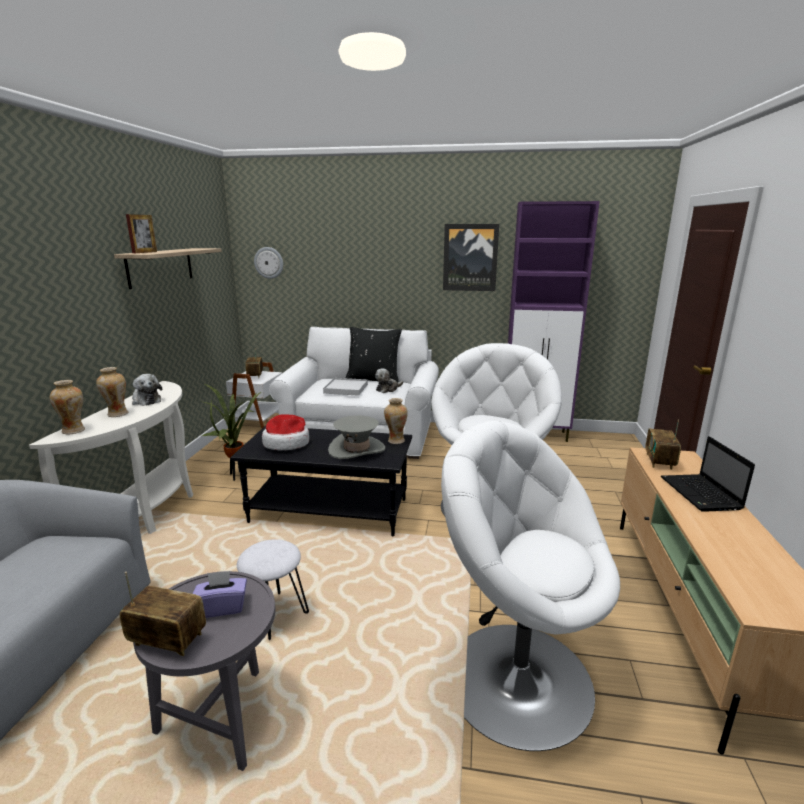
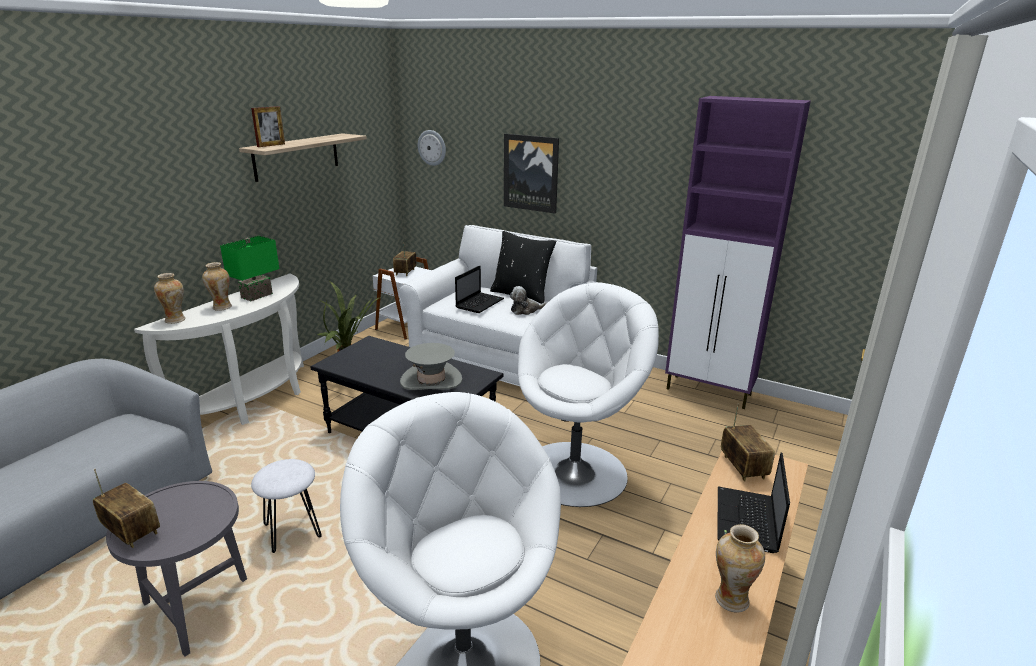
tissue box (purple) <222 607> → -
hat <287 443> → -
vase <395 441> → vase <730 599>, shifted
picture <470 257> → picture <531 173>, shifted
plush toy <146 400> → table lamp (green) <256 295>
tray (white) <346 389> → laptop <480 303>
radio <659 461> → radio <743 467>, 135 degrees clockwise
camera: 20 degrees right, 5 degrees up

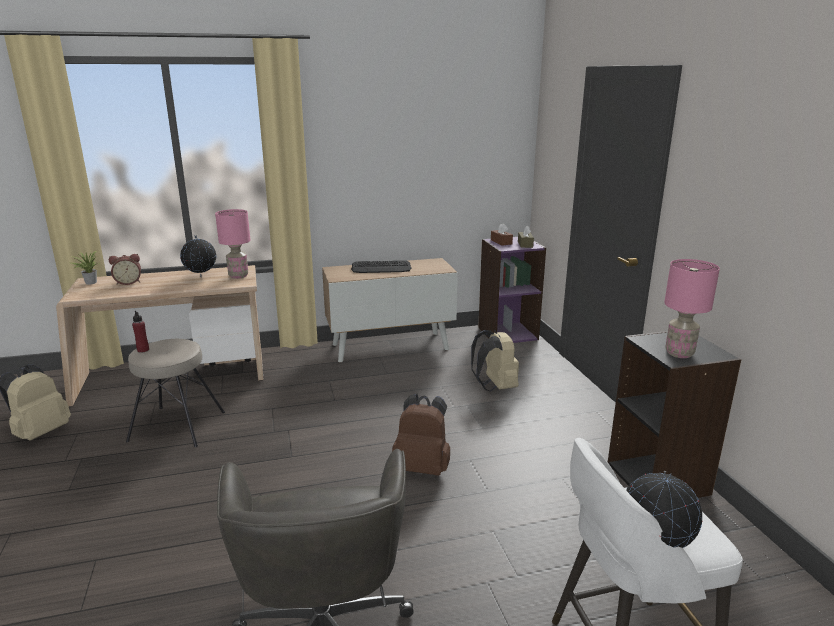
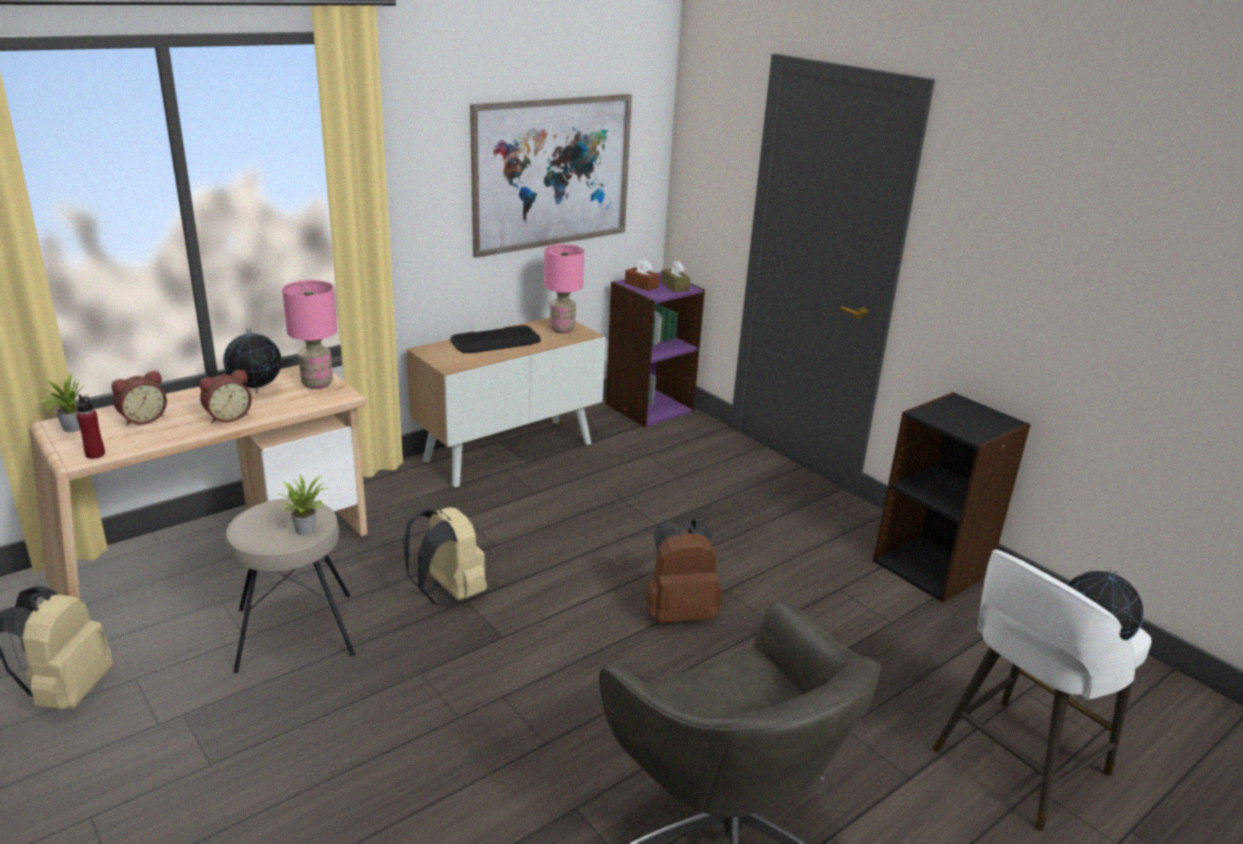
- → alarm clock <228 417>
- → potted plant <306 529>
- → picture <553 173>
bottle (red) <143 350> → bottle (red) <95 454>, shifted
backpack (beige) <495 387> → backpack (beige) <448 594>, shifted
table lamp (pink) <678 353> → table lamp (pink) <562 329>, shifted
camera: 25 degrees left, 5 degrees up

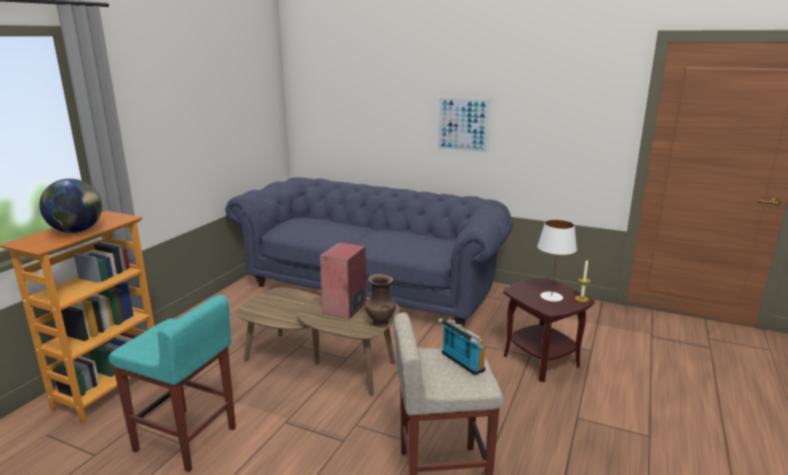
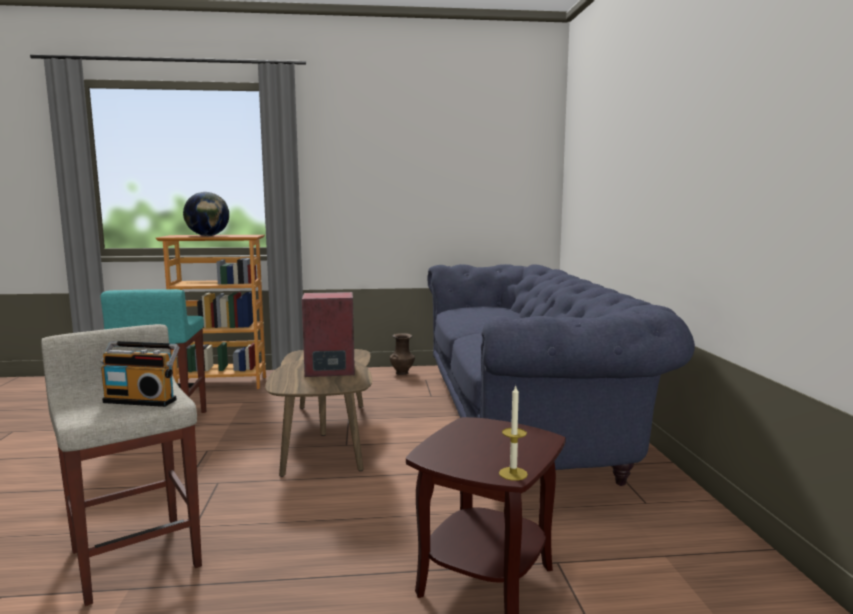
picture <463 124> → -
table lamp (white) <551 296> → -
vase (brown) <380 323> → vase (brown) <402 373>, shifted
radio <460 362> → radio <142 400>, 75 degrees clockwise
camera: 60 degrees right, 10 degrees down

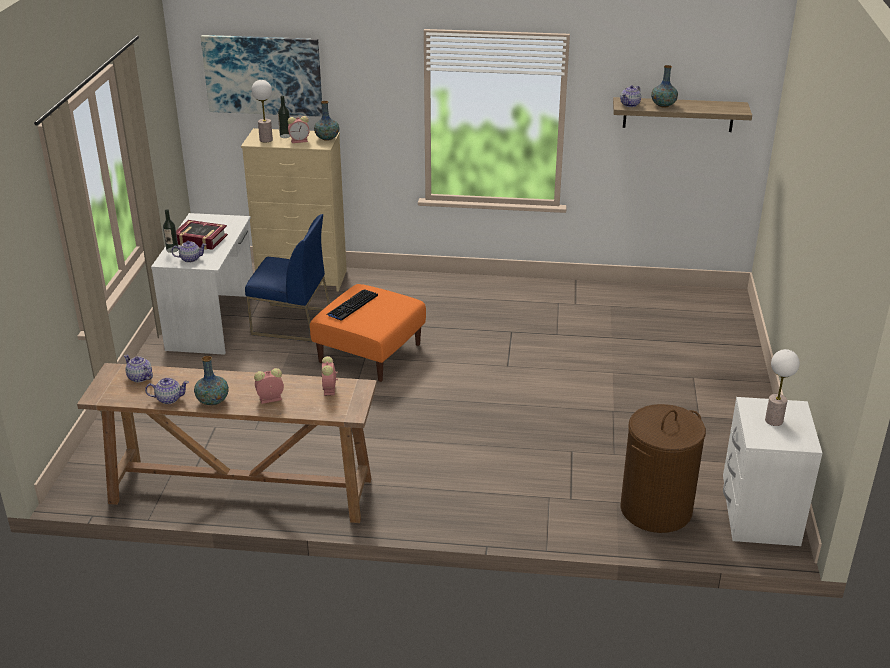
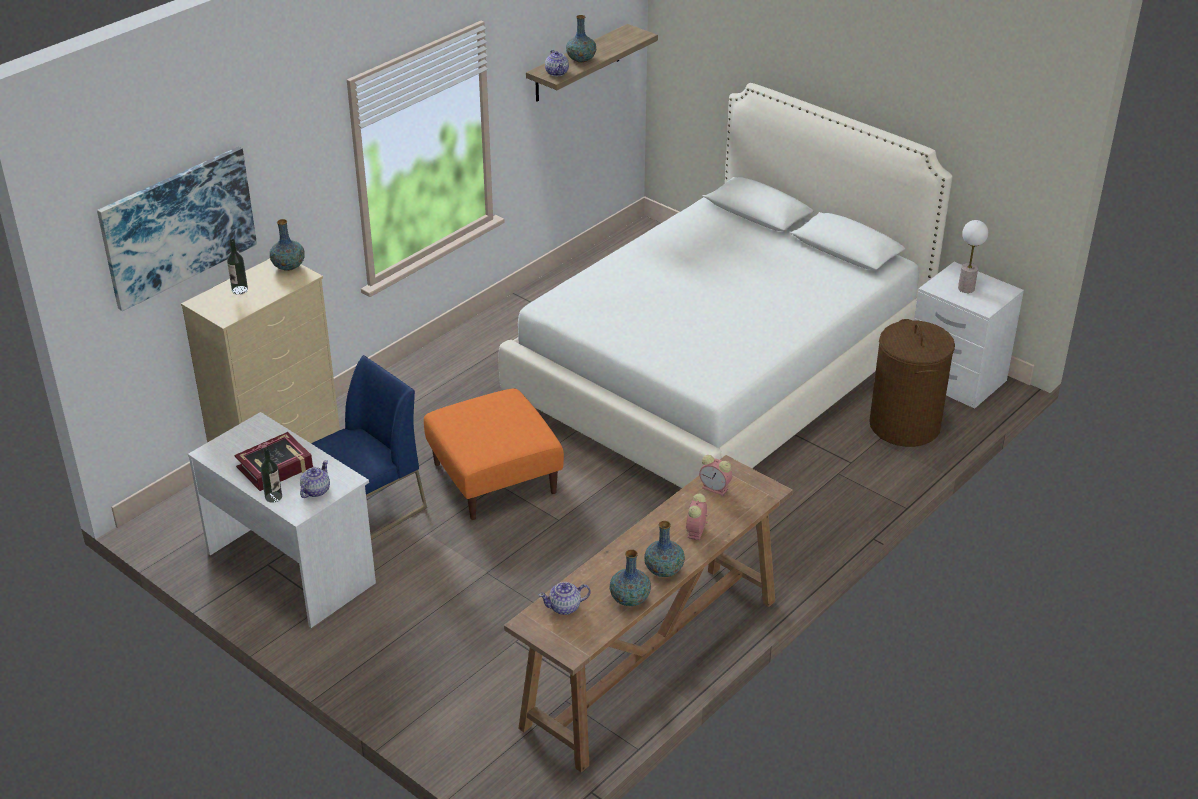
table lamp <266 140> → -
alarm clock <300 141> → -
keyboard <352 305> → -
- → bed (white) <720 375>
teapot <168 399> → vase <629 599>
camera: 55 degrees left, 5 degrees up

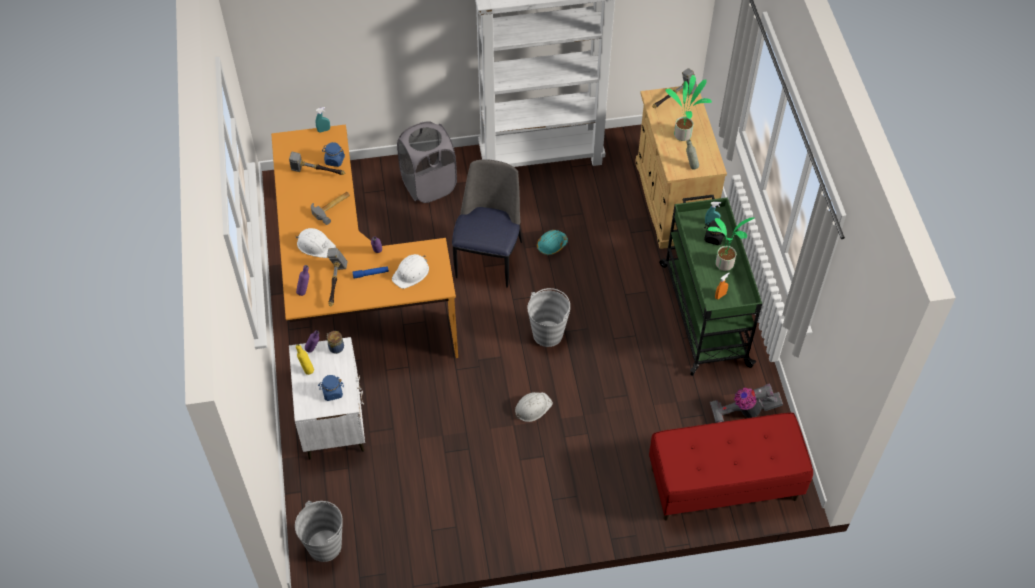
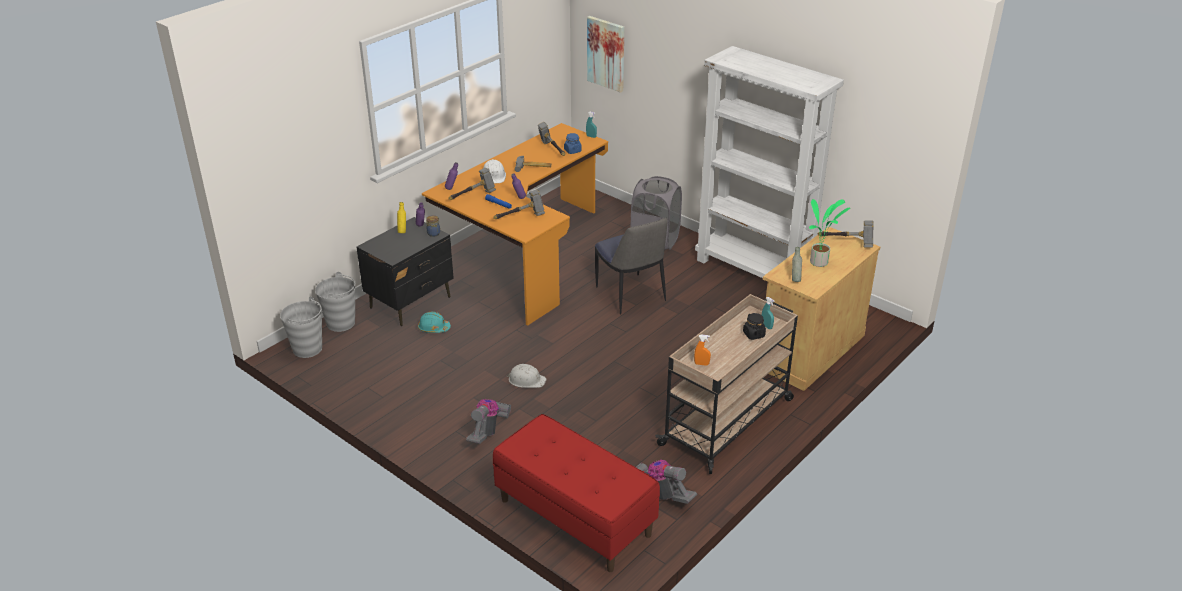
jar (blue) <332 392> → -
potted plant <723 265> → -
- → vacuum cleaner <488 430>
- → picture <606 53>
bucket (grey) <548 334> → bucket (grey) <341 323>, shifted
hard hat (turquoise) <551 245> → hard hat (turquoise) <433 328>, shifted
hard hat (white) <411 273> → hammer <520 217>
nightstand (white) <334 421> → nightstand (black) <411 302>
cart (green) <704 313> → cart (beige) <728 421>
chair <489 257> → chair <631 295>, 90 degrees clockwise
camera: 50 degrees right, 20 degrees down

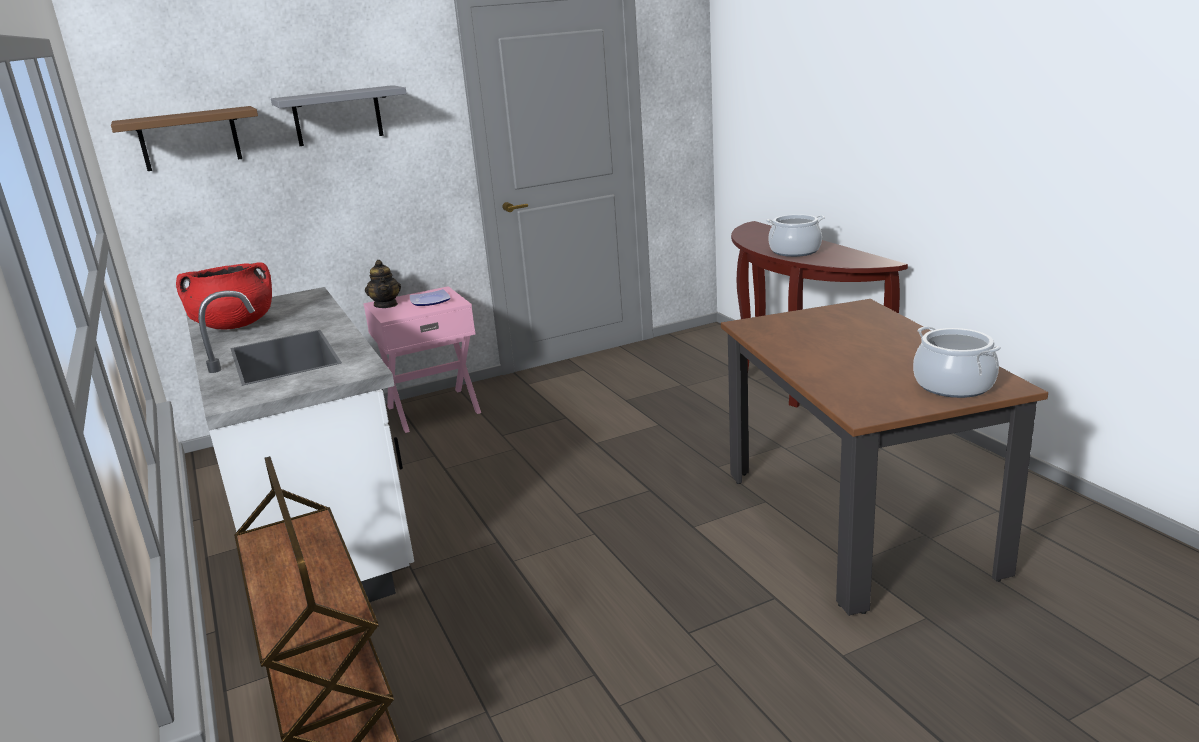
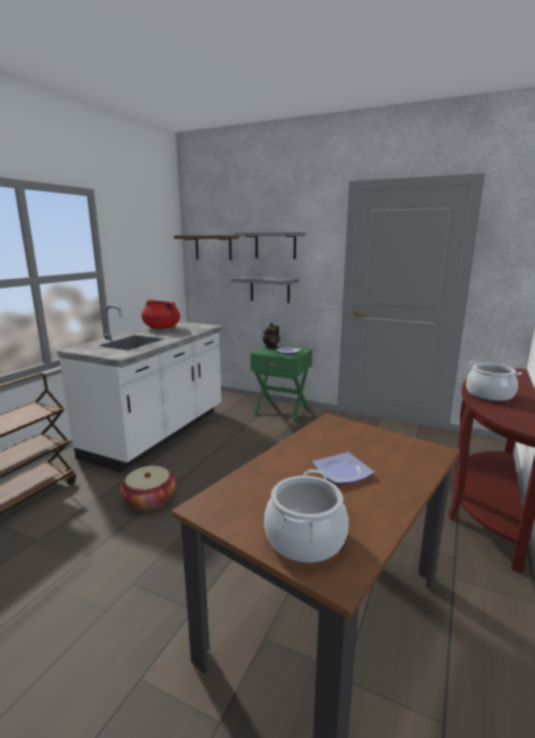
- → basket <149 499>
- → shelf (grey) <270 289>
- → plate <343 472>
nightstand (pink) <433 409> → nightstand (green) <281 410>
camera: 50 degrees right, 5 degrees down

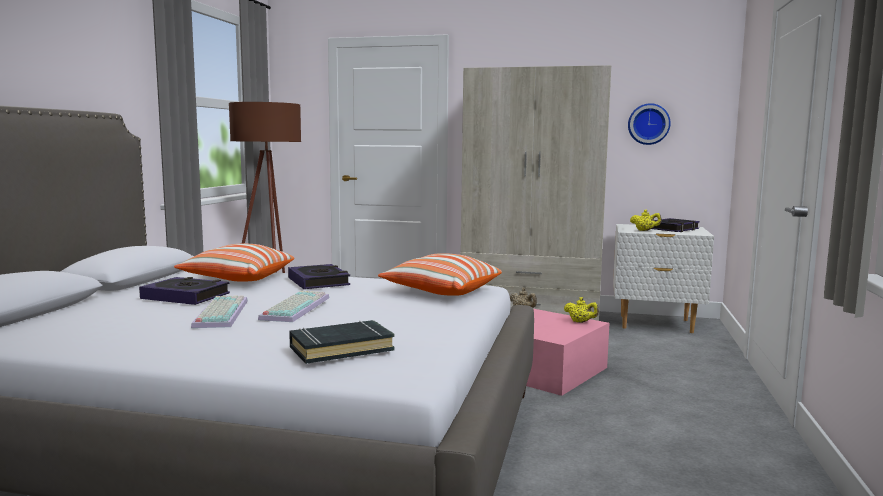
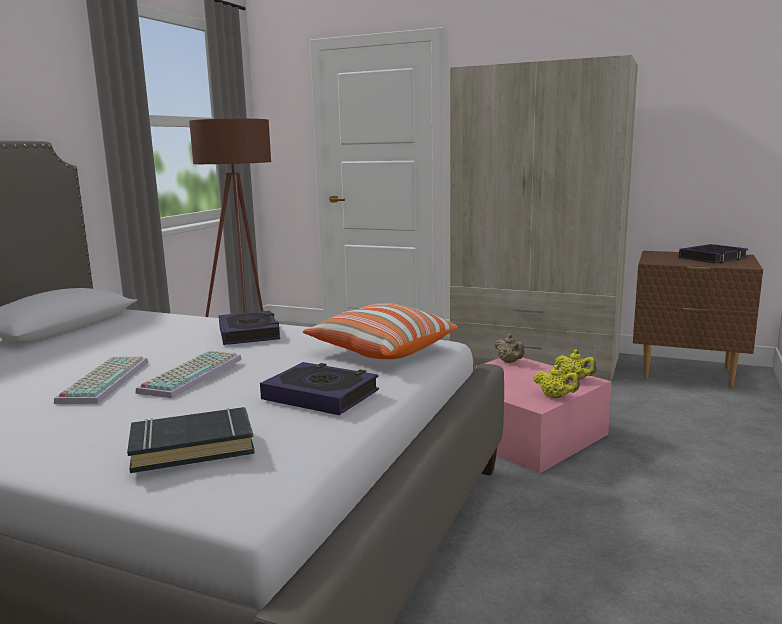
pillow <237 279> → -
wall clock <648 124> → -
book <186 296> → book <321 395>, shifted
teapot (yellow) <645 230> → teapot (yellow) <555 397>, shifted
nightstand (white) <655 324> → nightstand (brown) <687 373>
camera: 10 degrees right, 5 degrees up

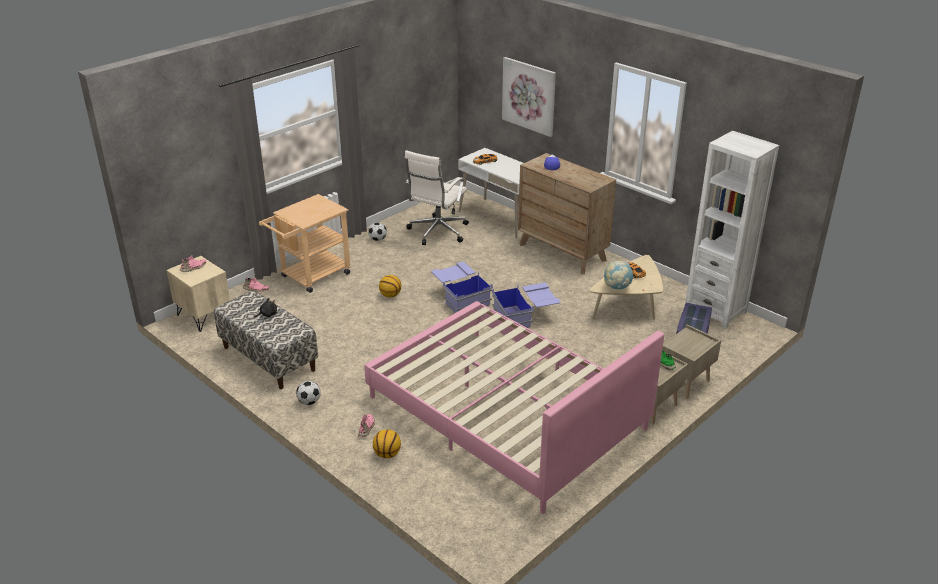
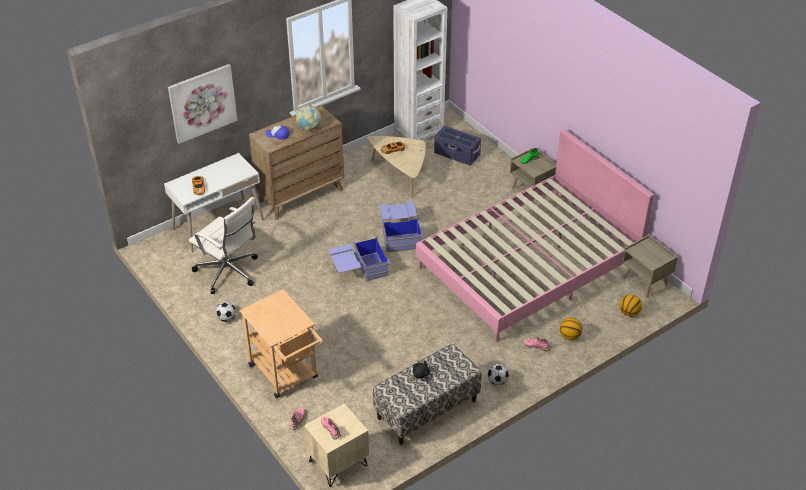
basketball <390 295> → basketball <629 313>, shifted
globe <617 287> → globe <308 127>, shifted
nightstand (beige) <684 383> → nightstand (beige) <645 282>, shifted
camera: 80 degrees left, 10 degrees up

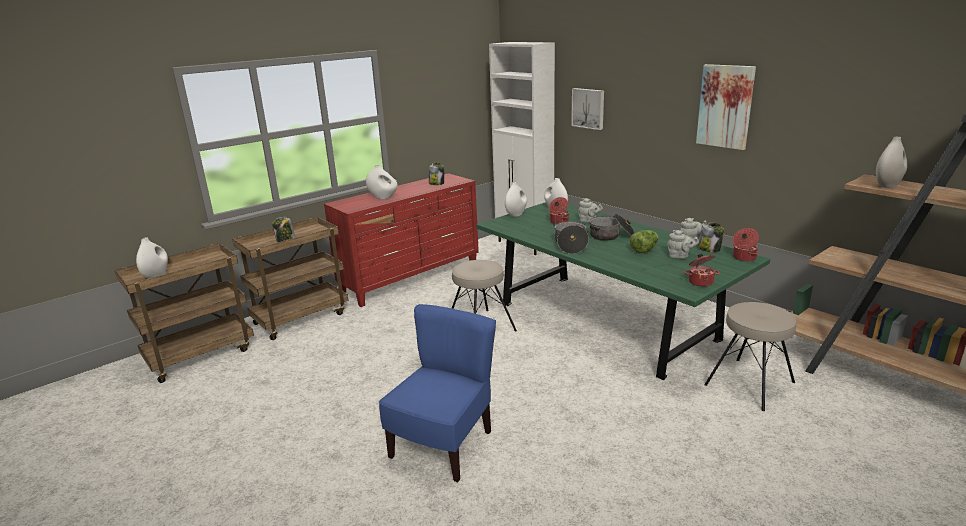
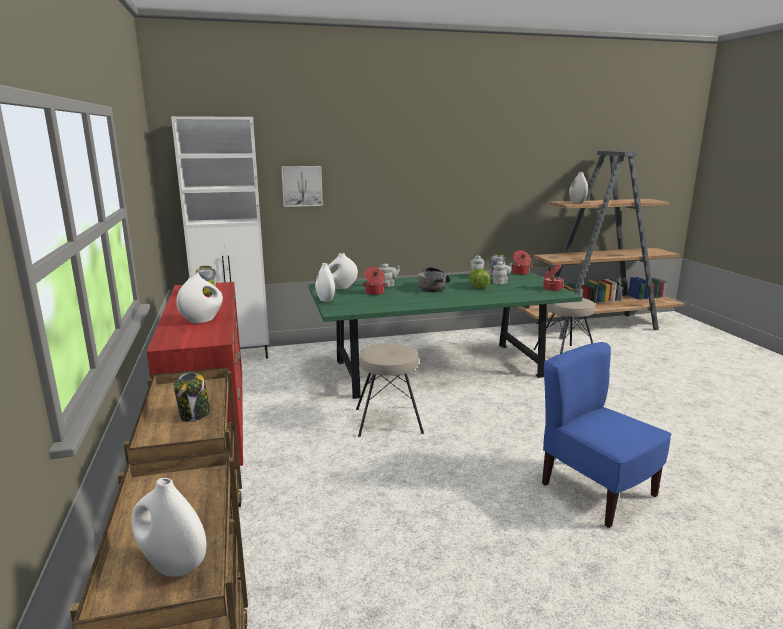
cooking pot <570 245> → -
picture <725 106> → -
camera: 65 degrees left, 5 degrees down

